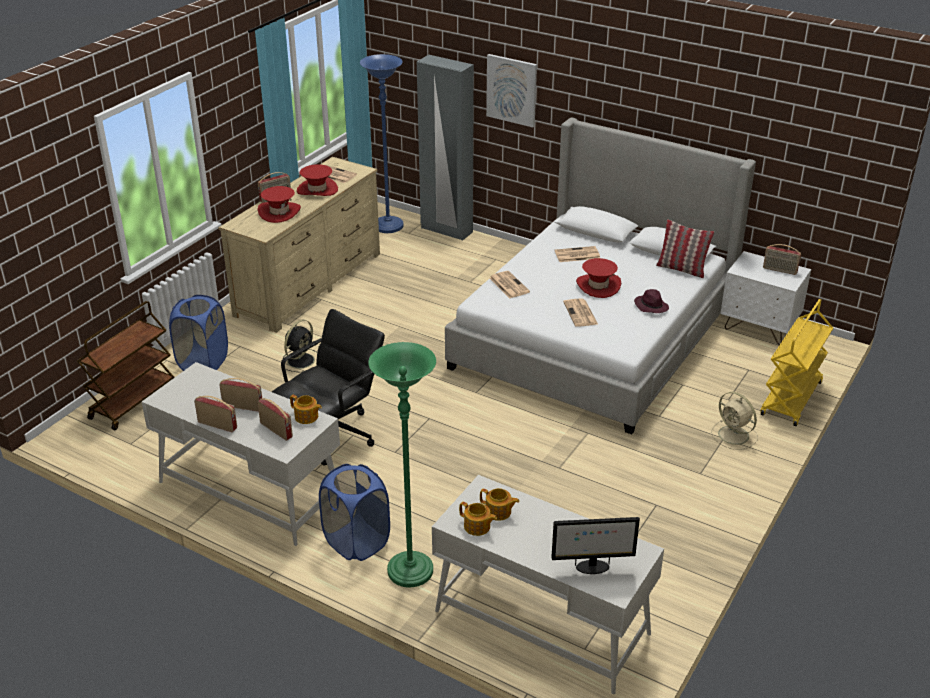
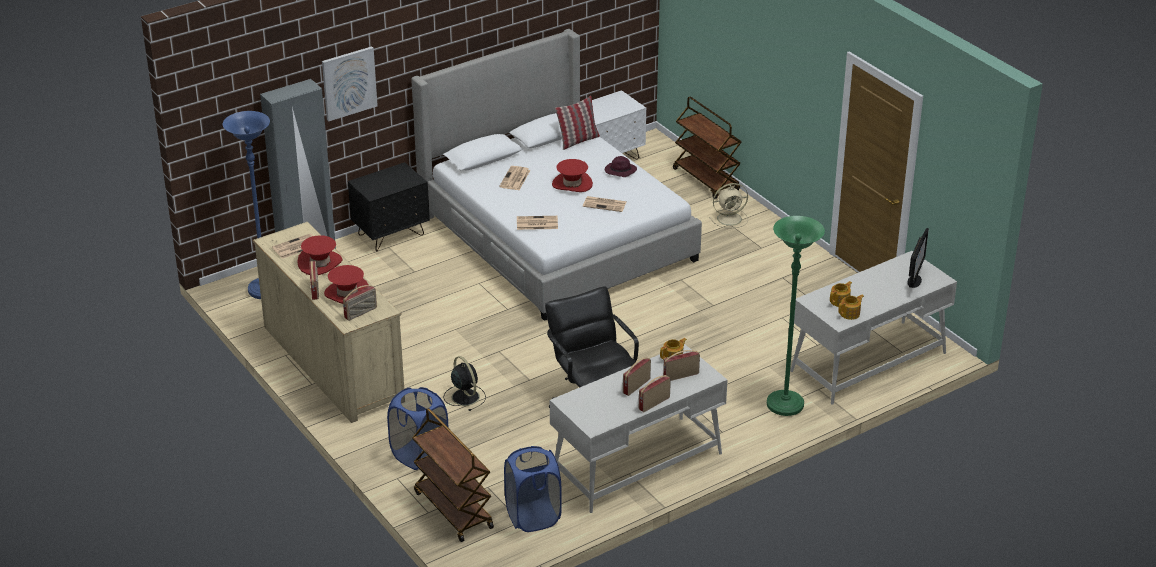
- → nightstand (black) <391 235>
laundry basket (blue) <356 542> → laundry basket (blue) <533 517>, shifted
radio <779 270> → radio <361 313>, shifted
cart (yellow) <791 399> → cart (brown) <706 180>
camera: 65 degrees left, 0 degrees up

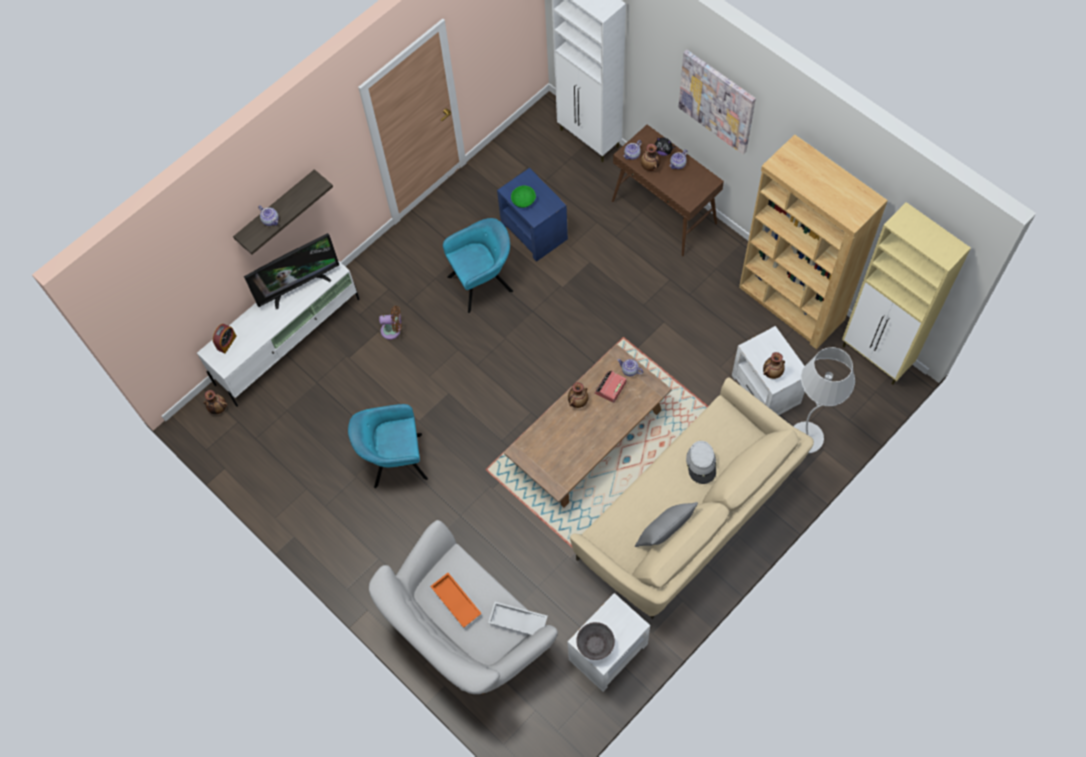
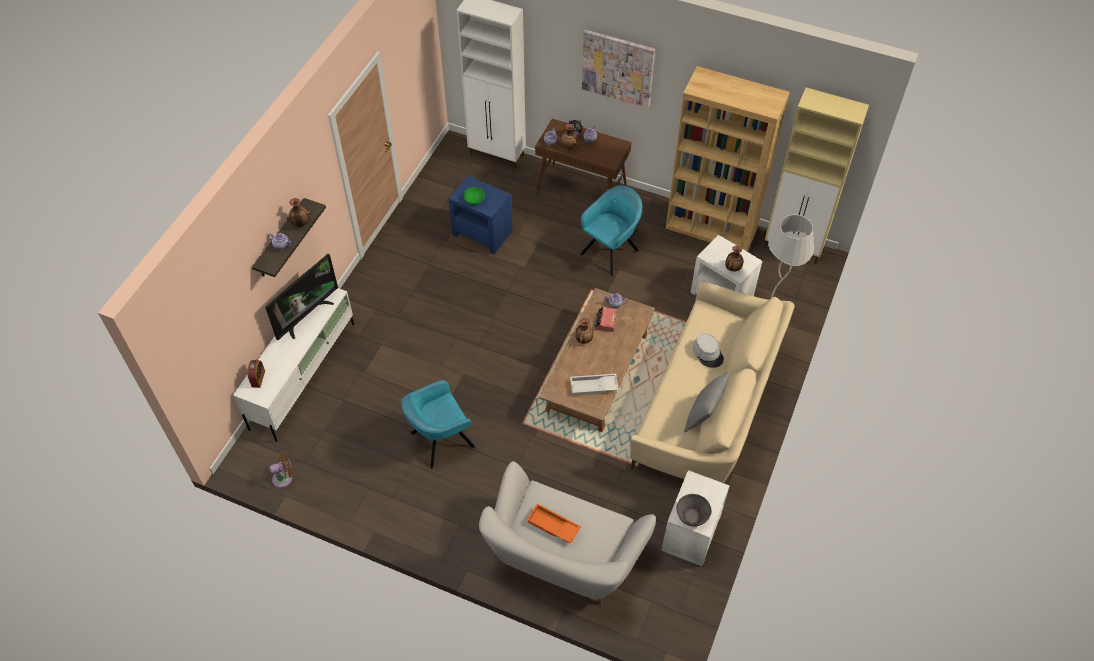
vase <218 408> → vase <300 223>, shifted
fan (brown) <393 330> → fan (brown) <284 478>, shifted
armchair (turquoise) <483 282> → armchair (turquoise) <611 250>, shifted
tray (white) <517 622> → tray (white) <593 387>, shifted
camera: 25 degrees left, 10 degrees down

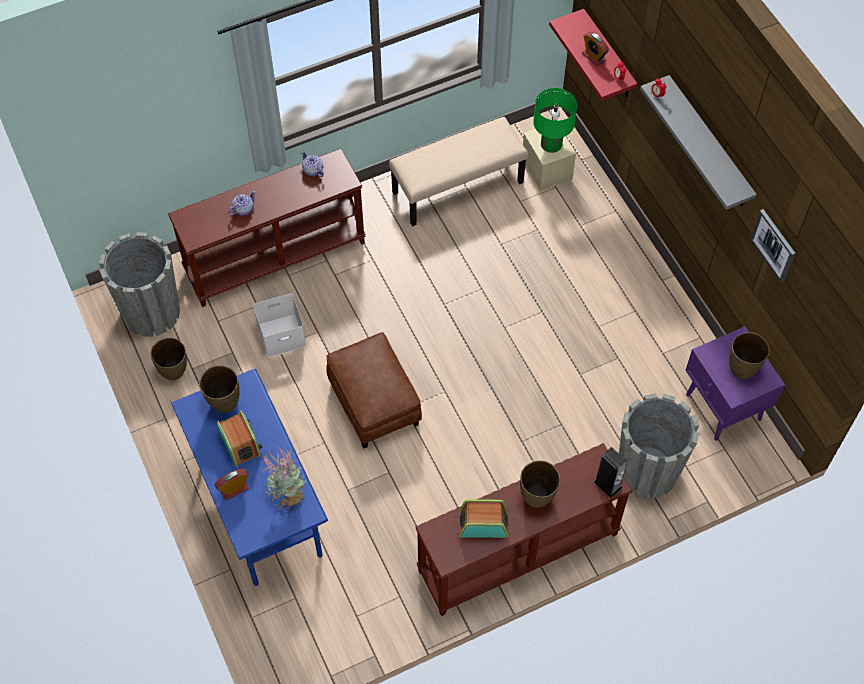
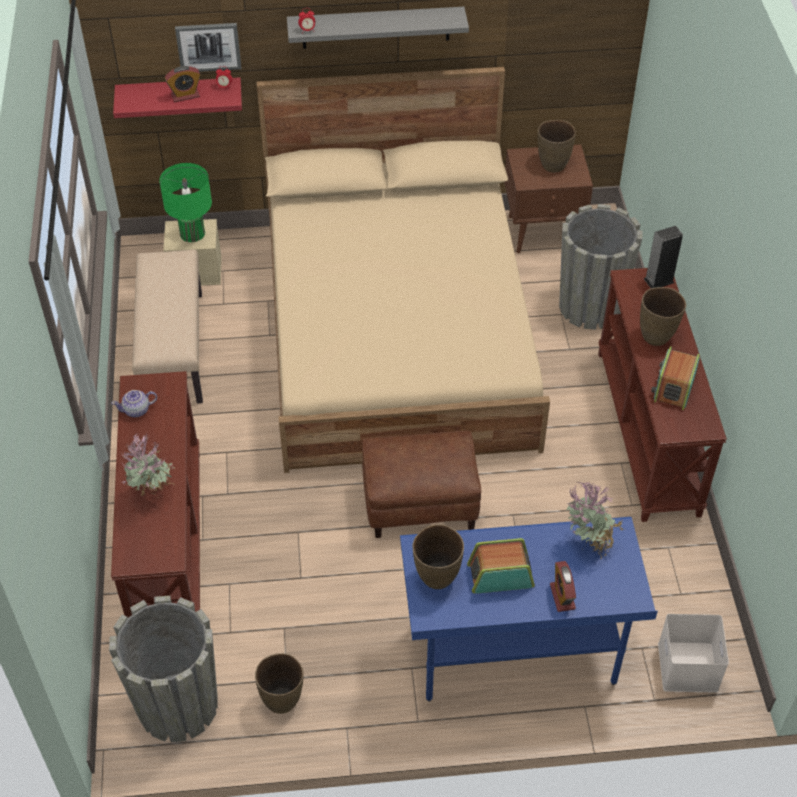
- → bed (beige) <398 332>
storage box (white) <282 334> → storage box (white) <686 665>, shifted
picture <774 245> → picture <208 46>, shifted
teapot <243 209> → potted plant <153 494>
nightstand (purple) <723 408> → nightstand (brown) <543 232>
camera: 70 degrees left, 10 degrees down

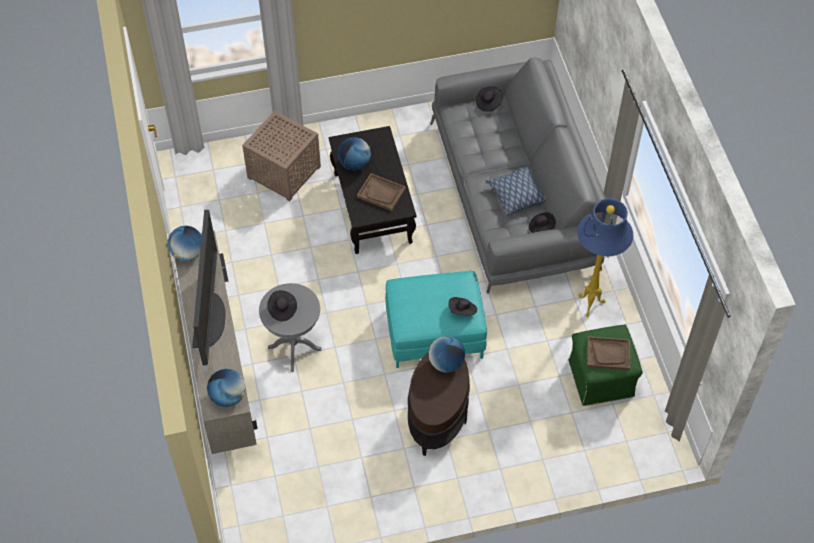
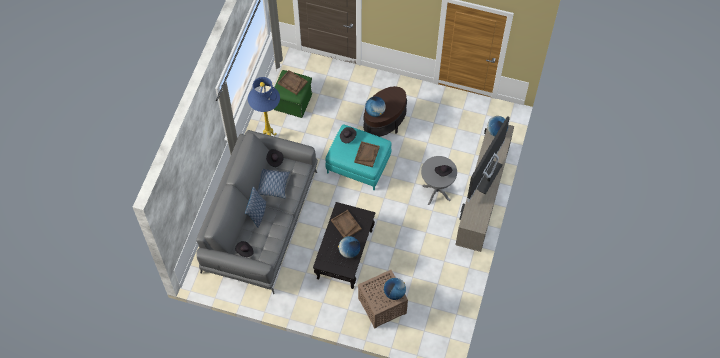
- → pillow <257 214>
- → tray (brown) <366 154>
globe <188 253> → globe <394 293>, shifted
camera: 150 degrees left, 5 degrees up

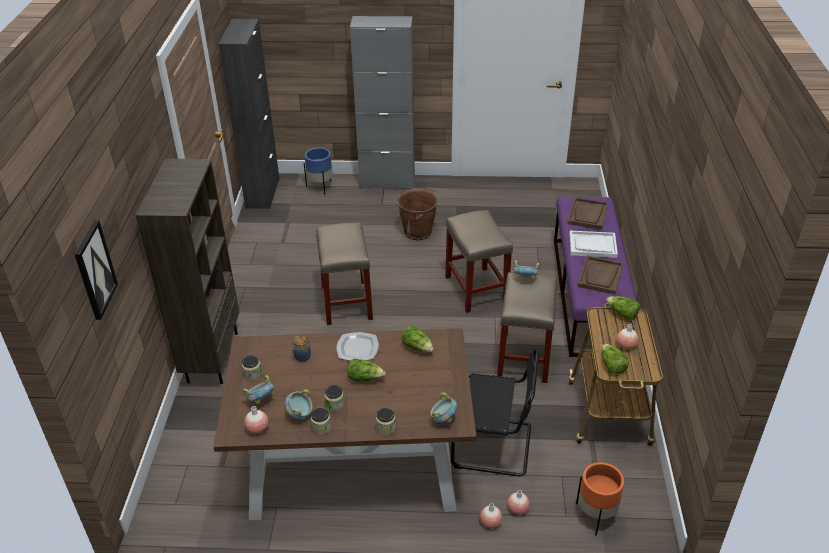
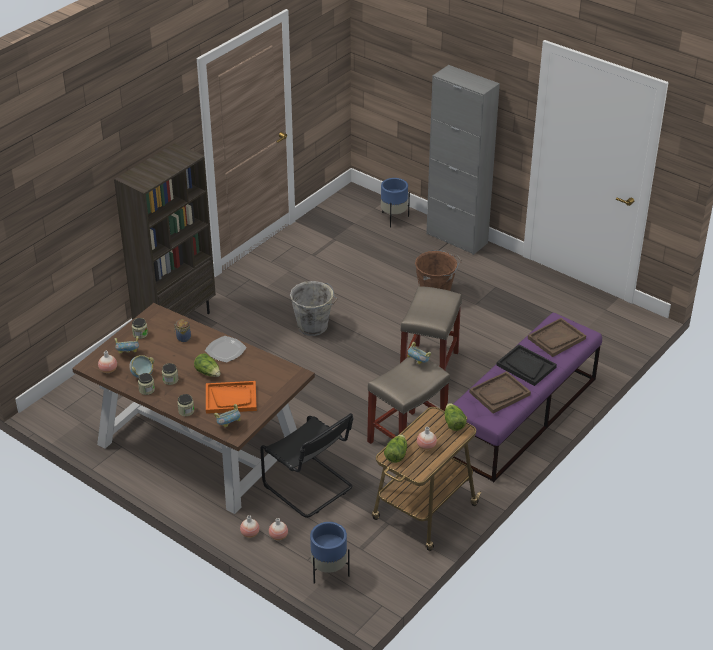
picture <94 270> → -
cabinet (black) <262 193> → -
lettuce <417 347> → -
- → tray (orange) <231 398>
stool (beige) <346 302> → bucket (grey) <313 327>
tray (white) <592 245> → tray (black) <526 366>
planter (orange) <595 516> → planter (blue) <328 572>
camera: 35 degrees right, 0 degrees up

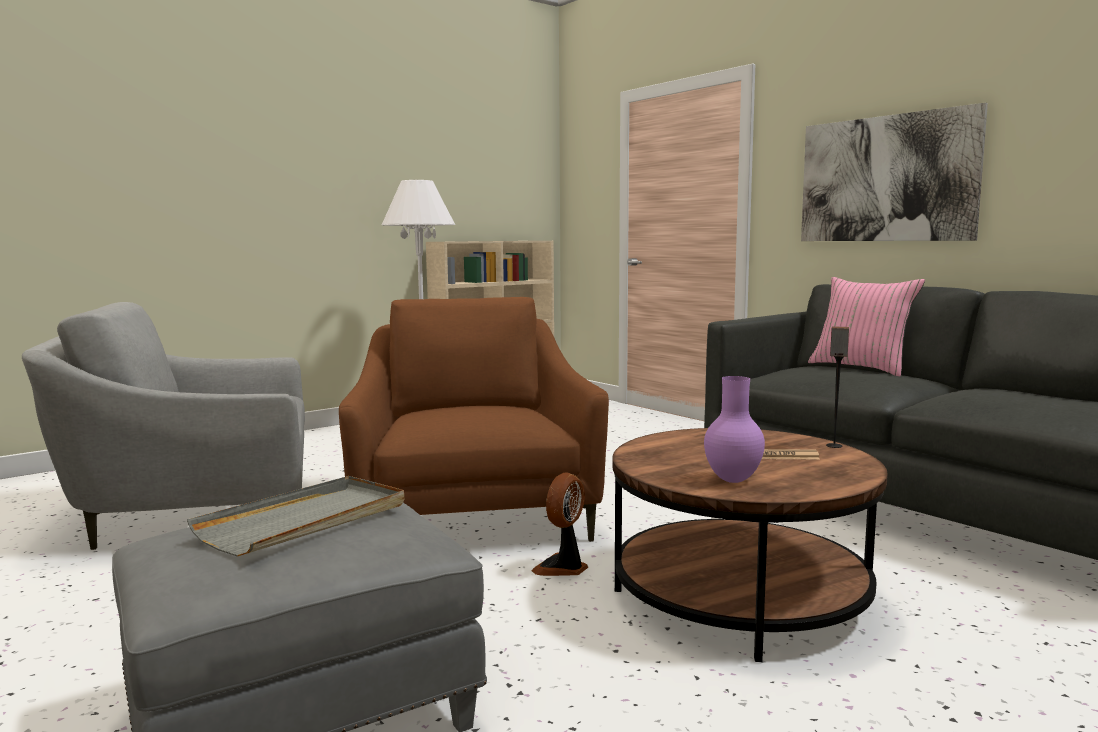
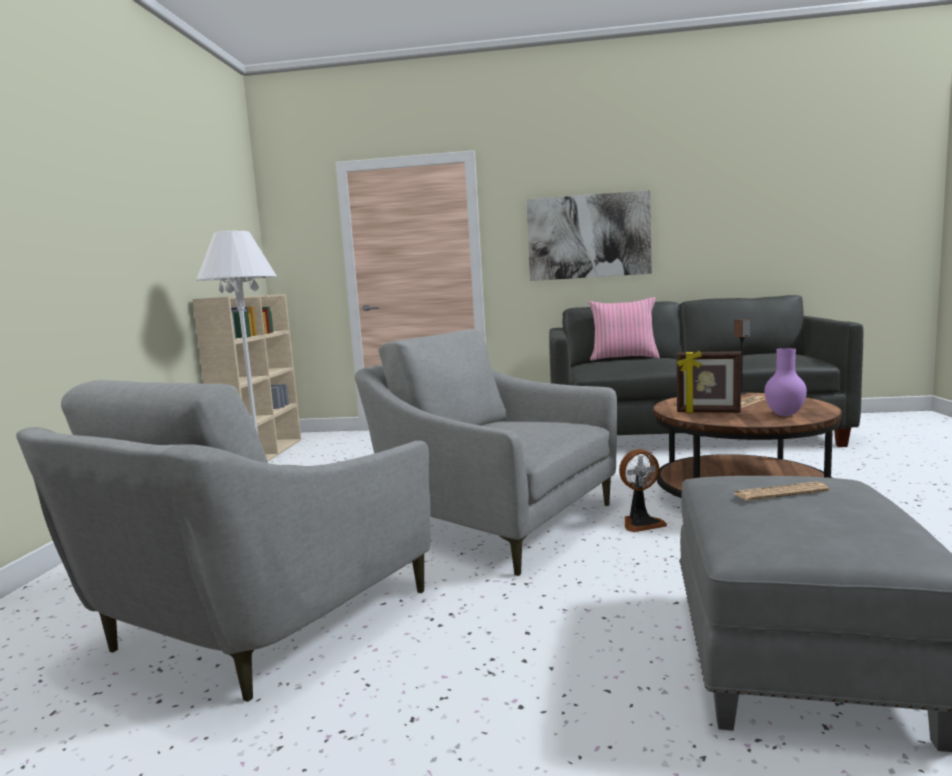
- → picture frame <708 412>
tray (grey) <305 520> → newspaper <780 493>
armchair (brown) <472 512> → armchair (grey) <492 520>
fan <563 568> → fan <641 523>, 90 degrees counterclockwise
camera: 45 degrees left, 0 degrees up

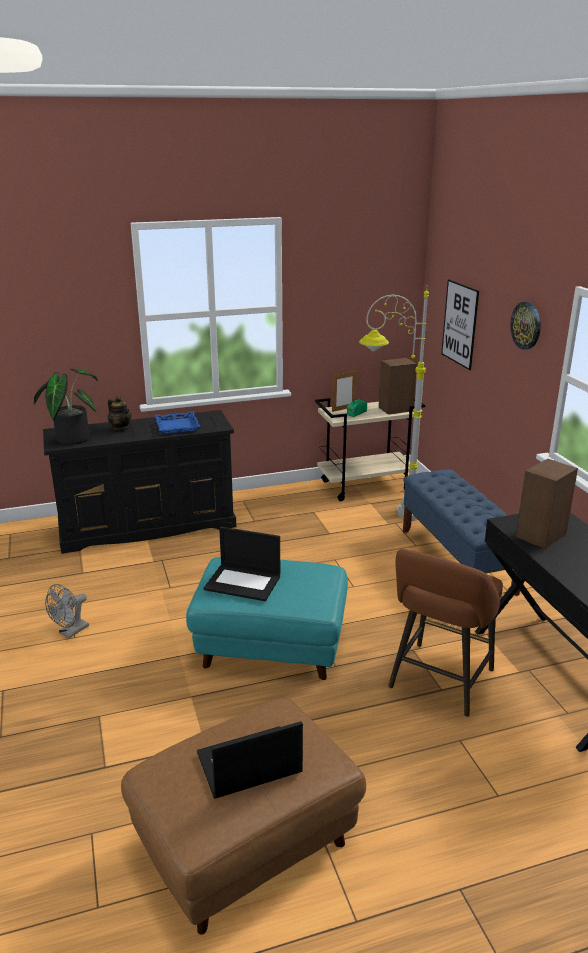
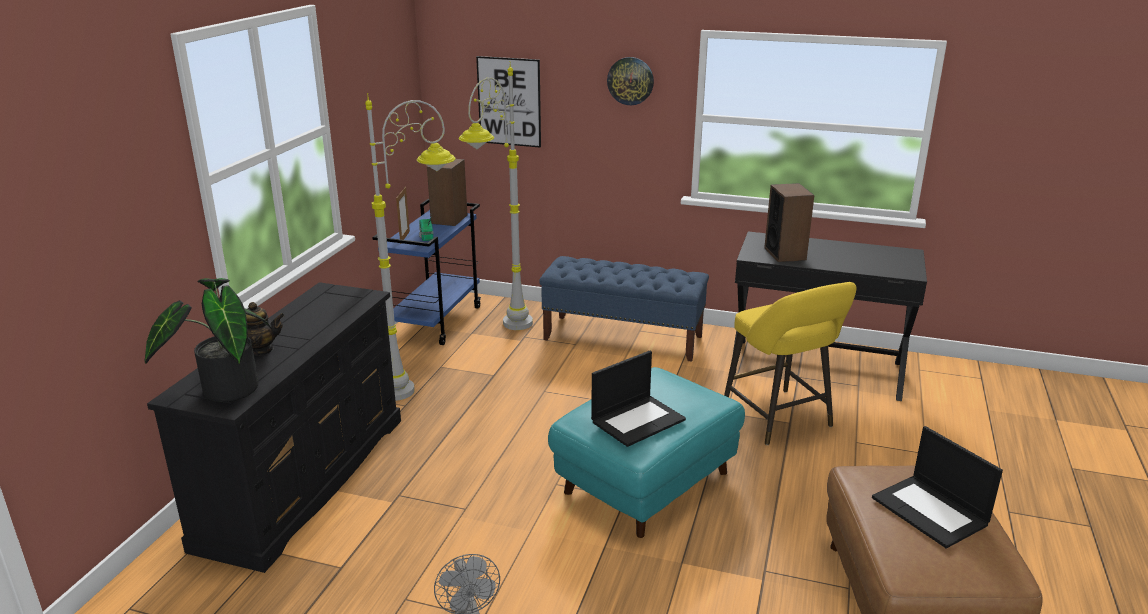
tray (blue) <176 426> → -
- → floor lamp (grey) <425 384>
cart (beige) <366 486> → cart (blue) <436 321>
stool (brown) <439 682> → stool (yellow) <780 420>
laptop <248 764> → laptop <931 511>, 45 degrees counterclockwise
camera: 55 degrees left, 0 degrees up

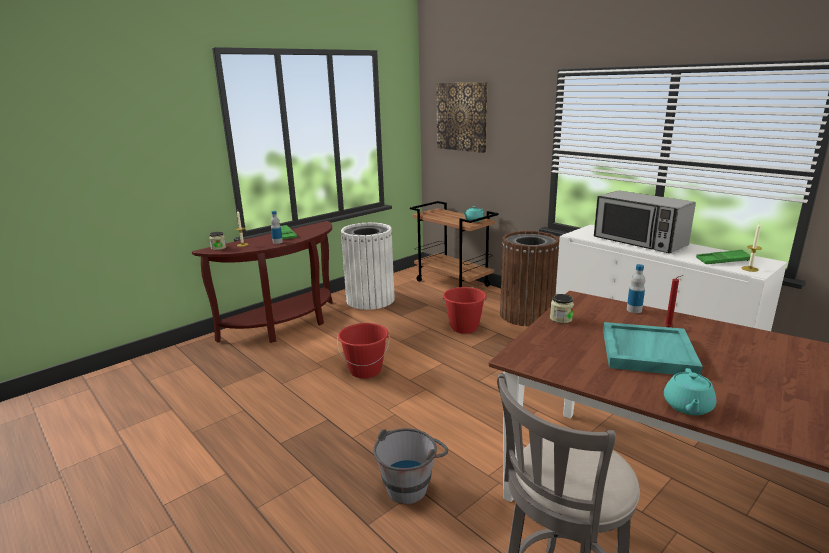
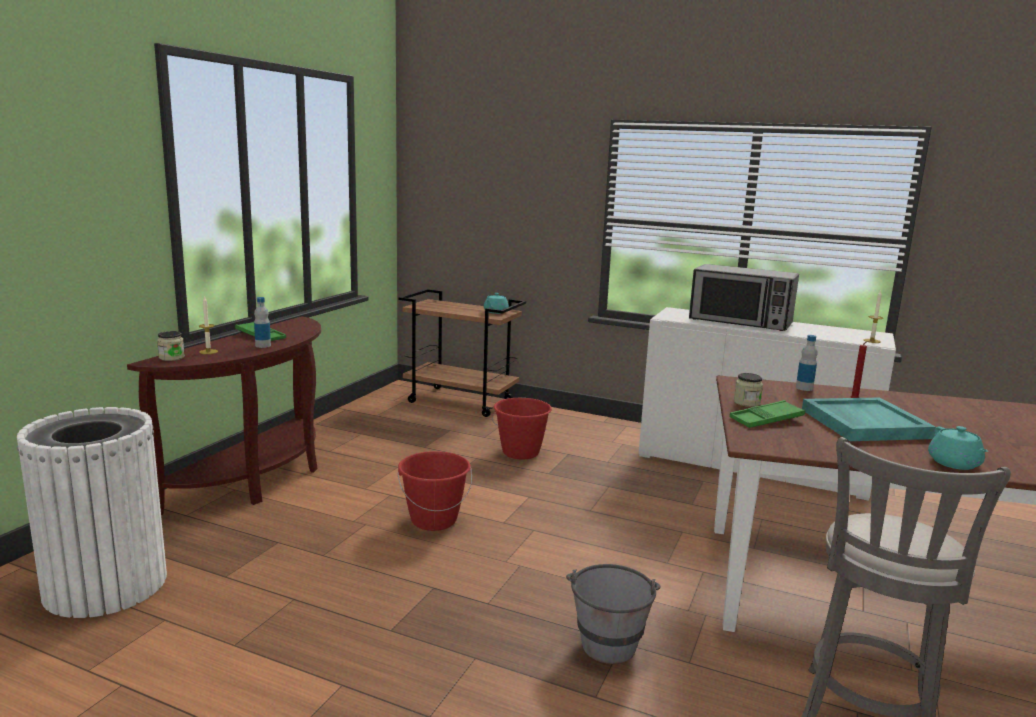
picture <462 117> → -
trash can (brown) <526 315> → -
trash can (white) <370 300> → trash can (white) <106 585>, shifted
tray (green) <723 261> → tray (green) <766 419>, shifted
camera: 25 degrees left, 5 degrees down

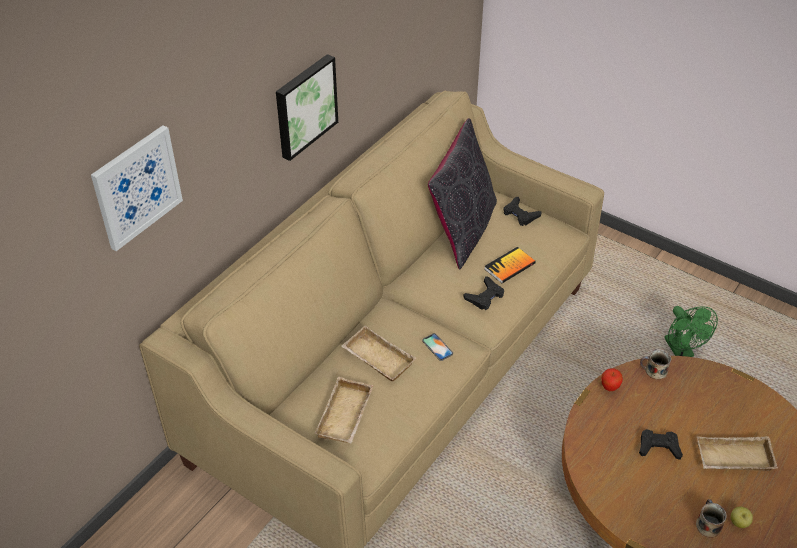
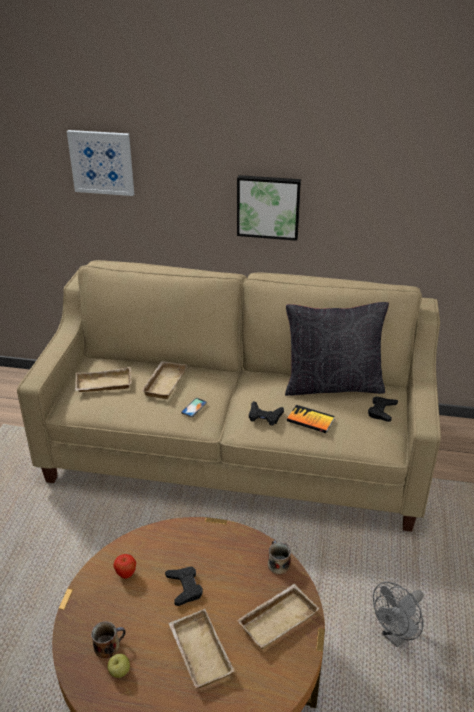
- → tray (beige) <277 618>
apple <609 388> → apple <126 574>, shifted
fan (green) <681 351> → fan (grey) <396 635>
camera: 65 degrees right, 10 degrees down

